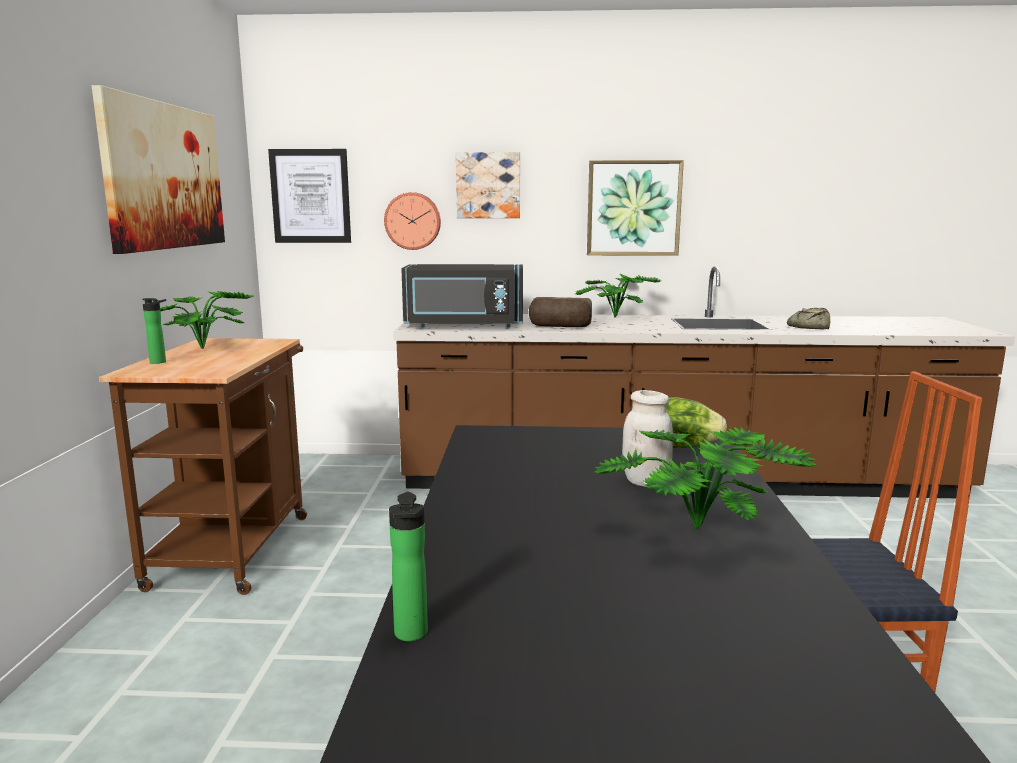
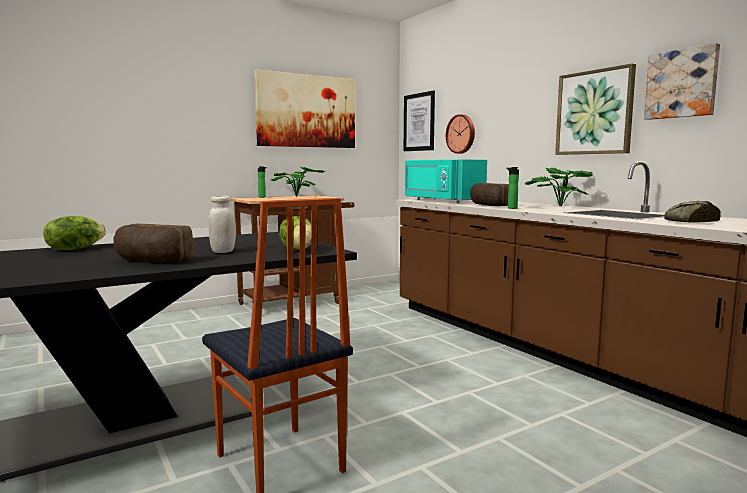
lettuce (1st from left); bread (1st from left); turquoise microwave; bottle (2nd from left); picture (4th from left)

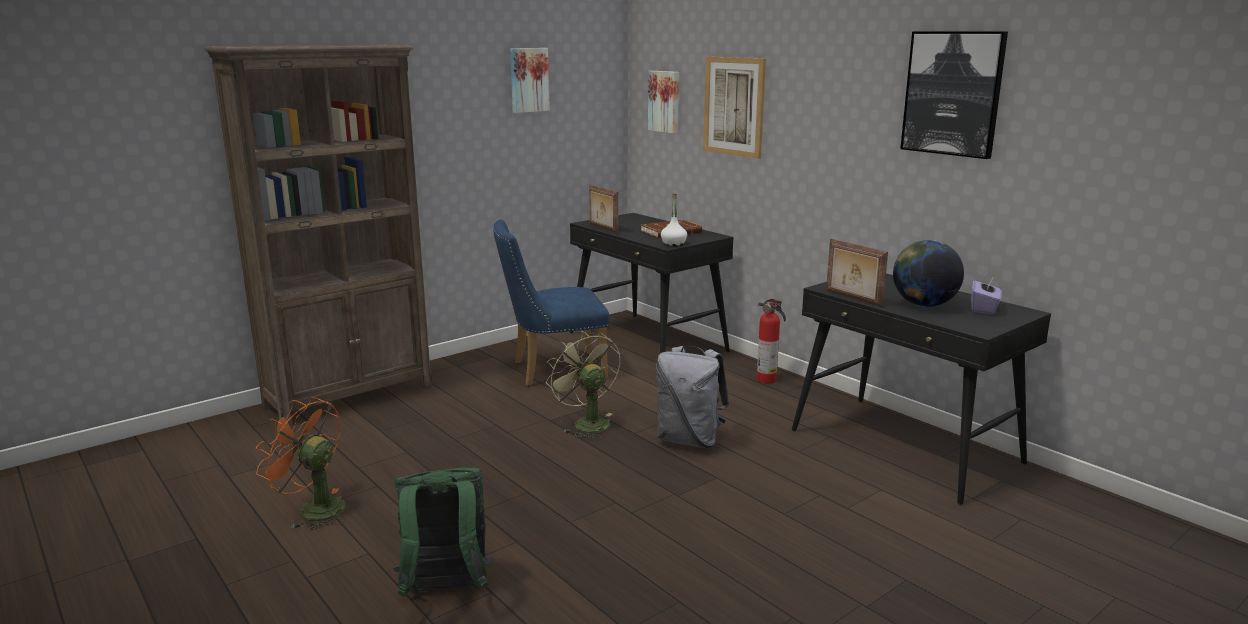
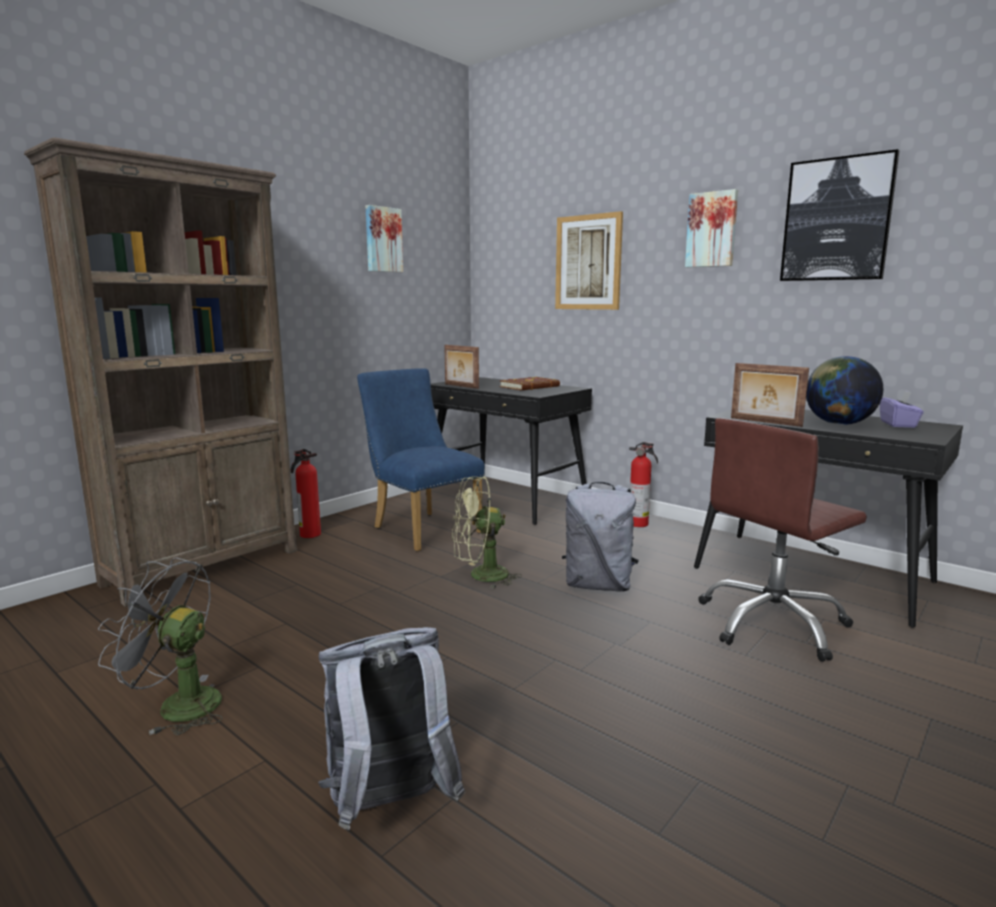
grey fan; fire extinguisher (1st from left); grey backpack (1st from left); blue chair; green fan; picture (3rd from left); brown office chair; white bottle

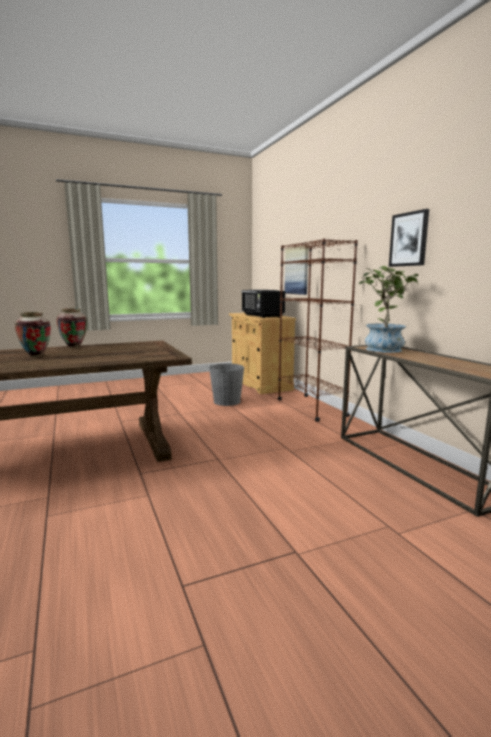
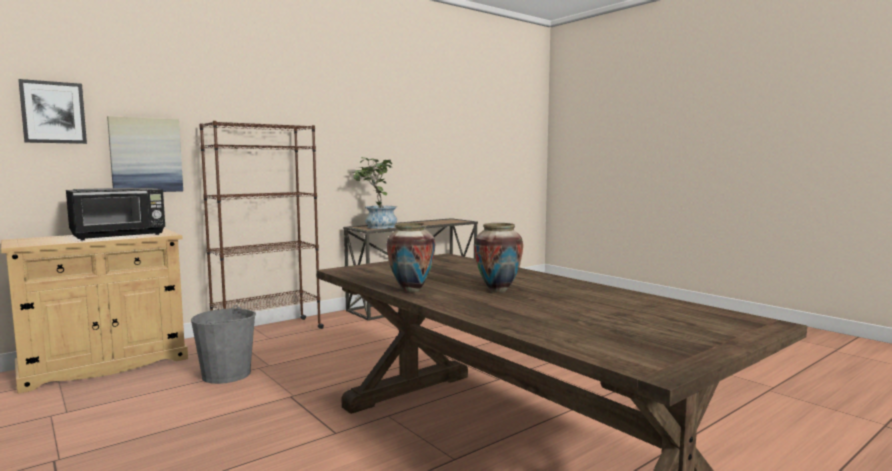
picture (1st from left)

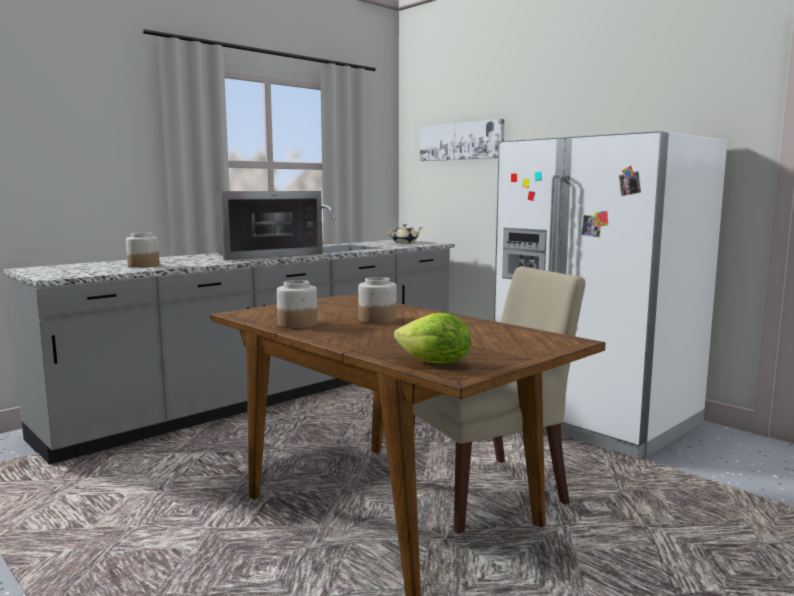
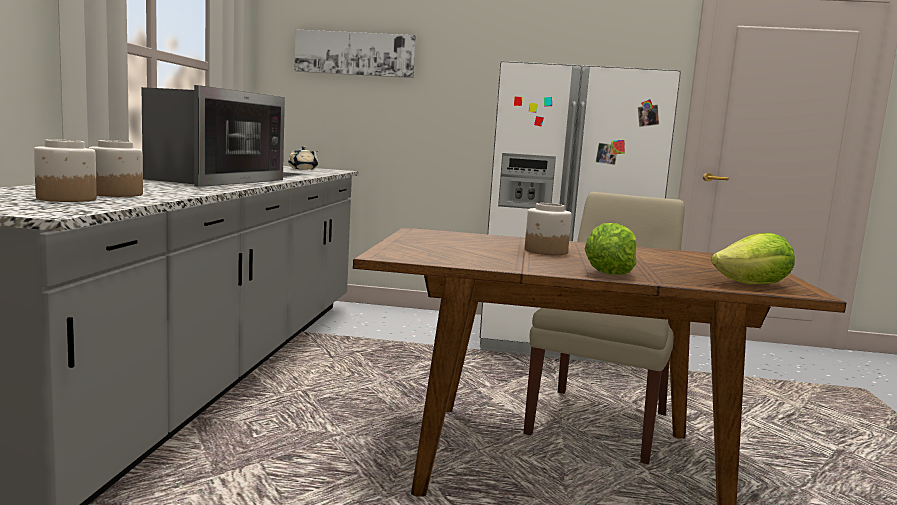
jar (1st from left); lettuce (1st from left)

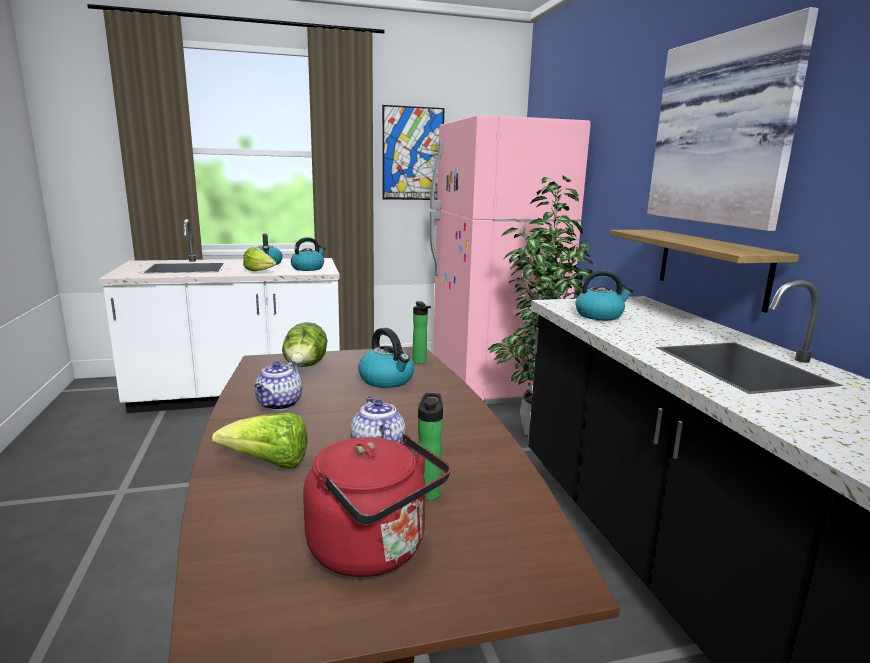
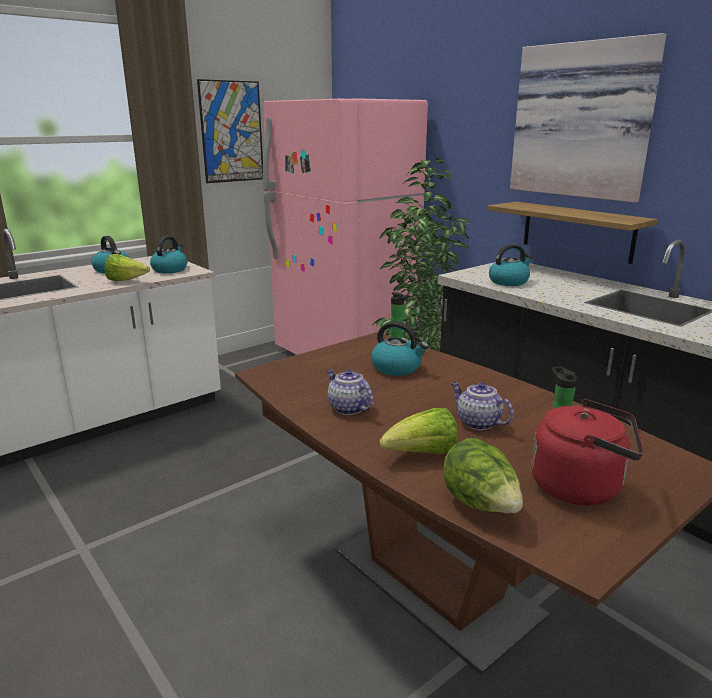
teapot (1st from left); lettuce (3rd from left)

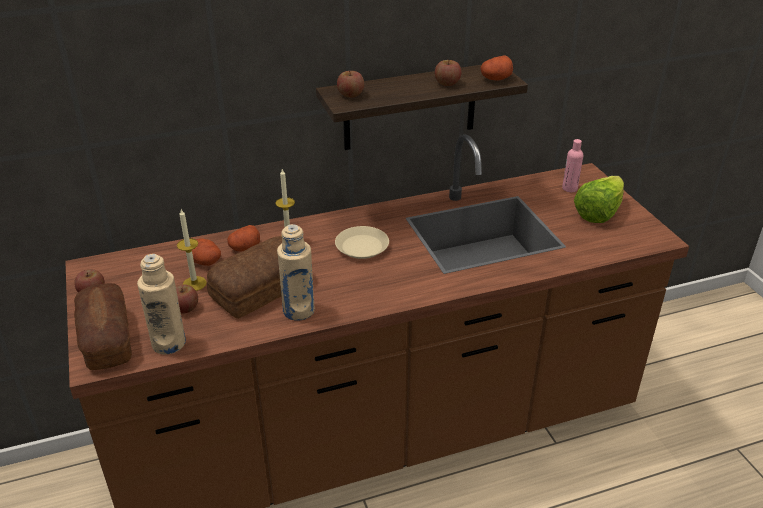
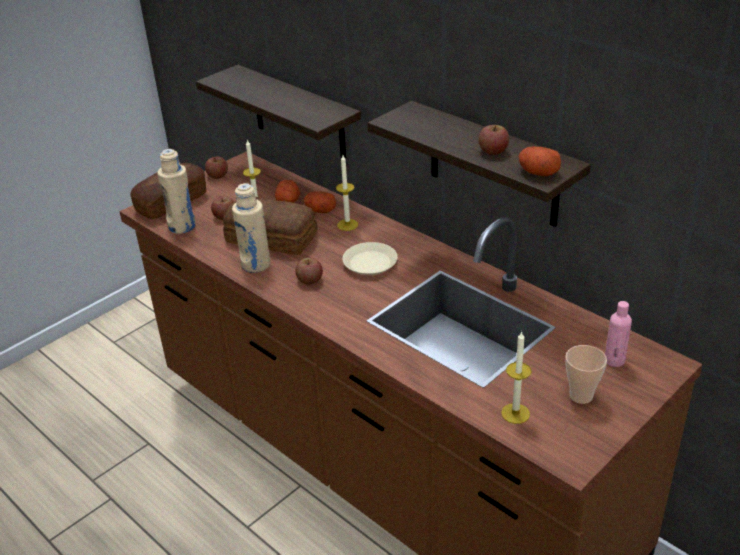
shelf (1st from left); apple (3rd from left); candle (3rd from left); cup

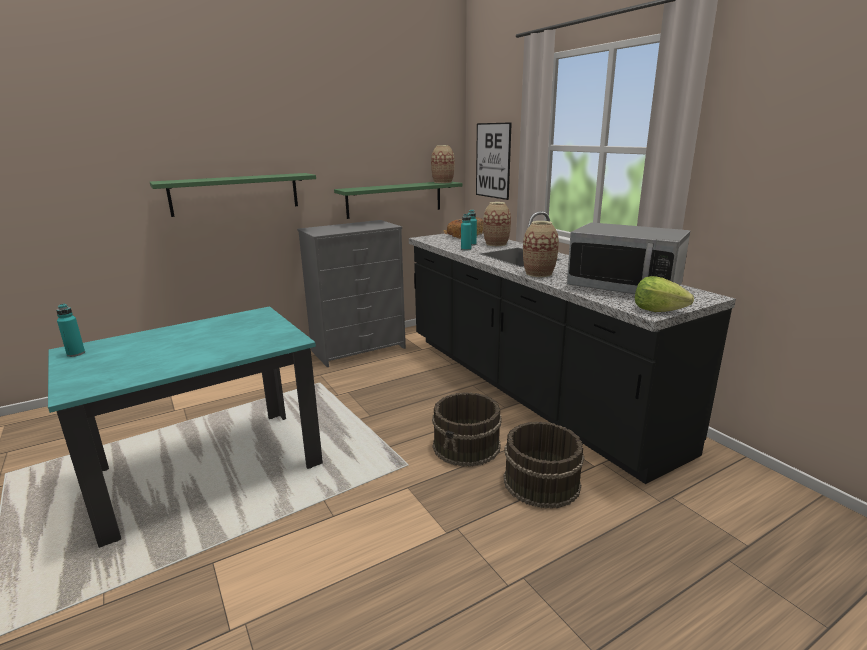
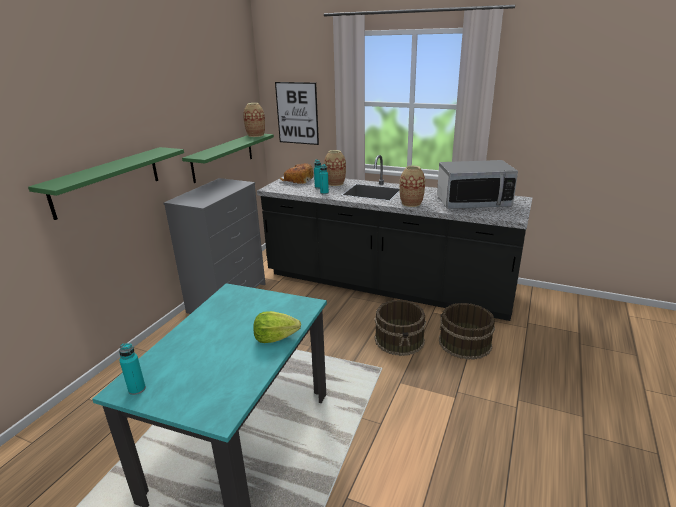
lettuce

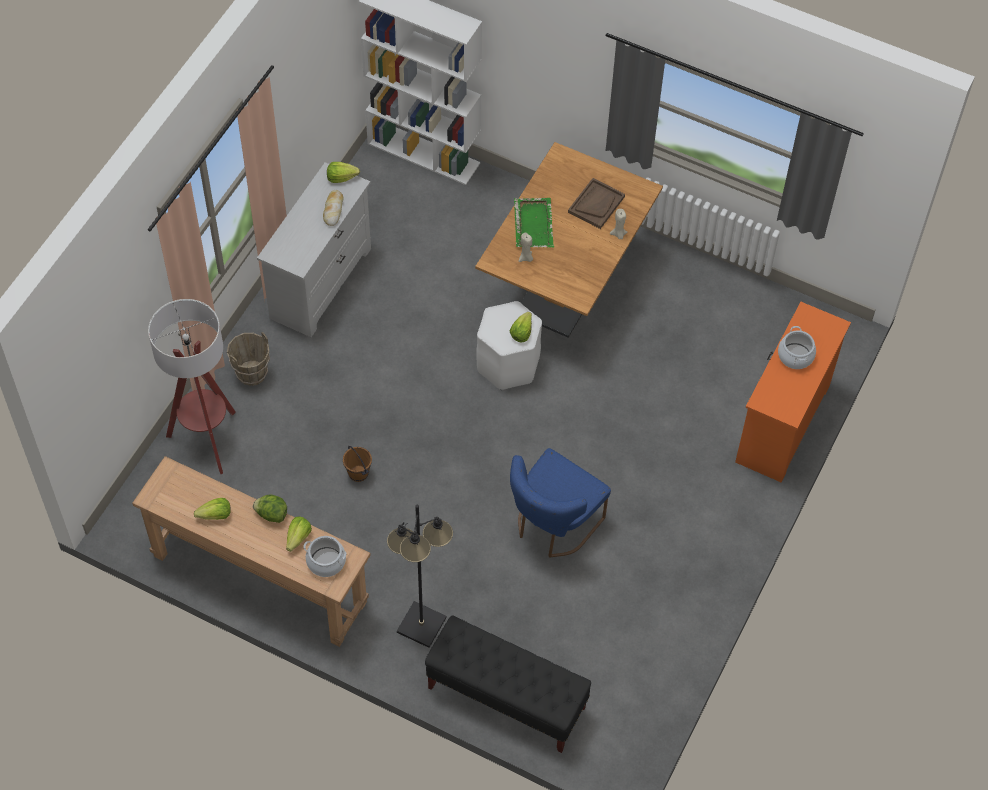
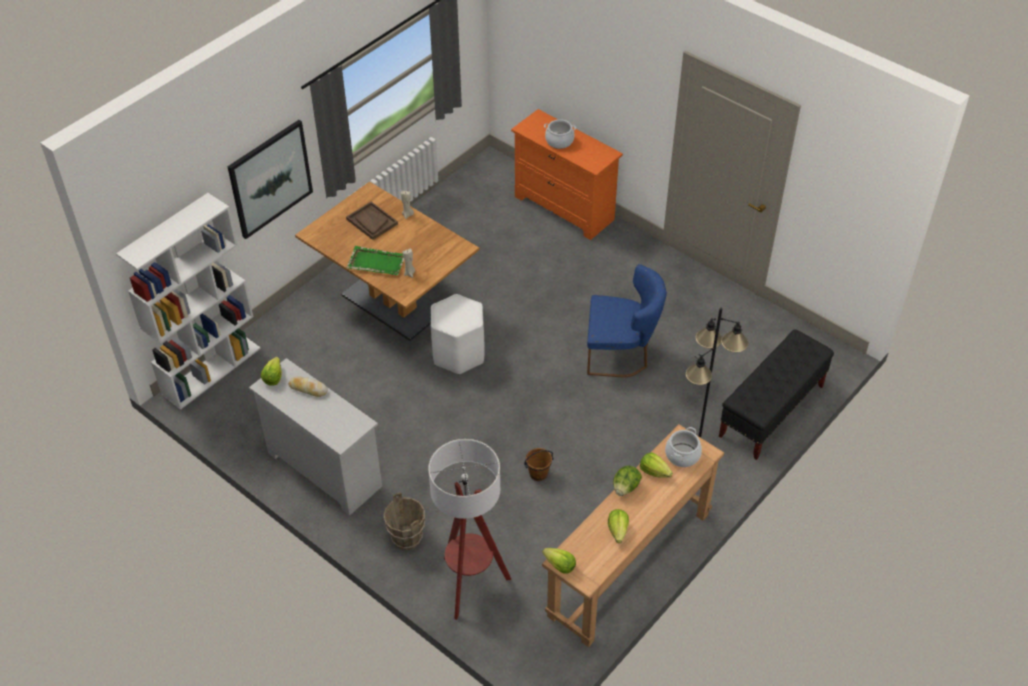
picture; lettuce (2nd from left); blue chair

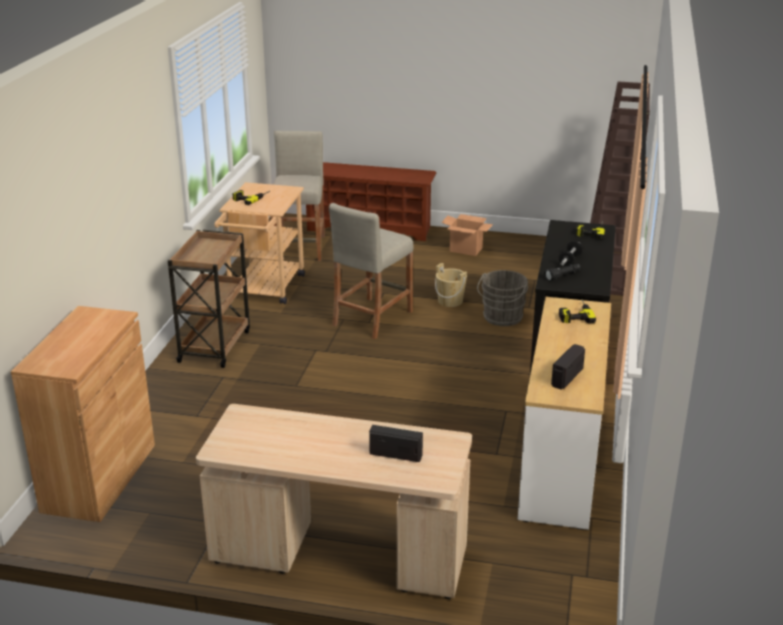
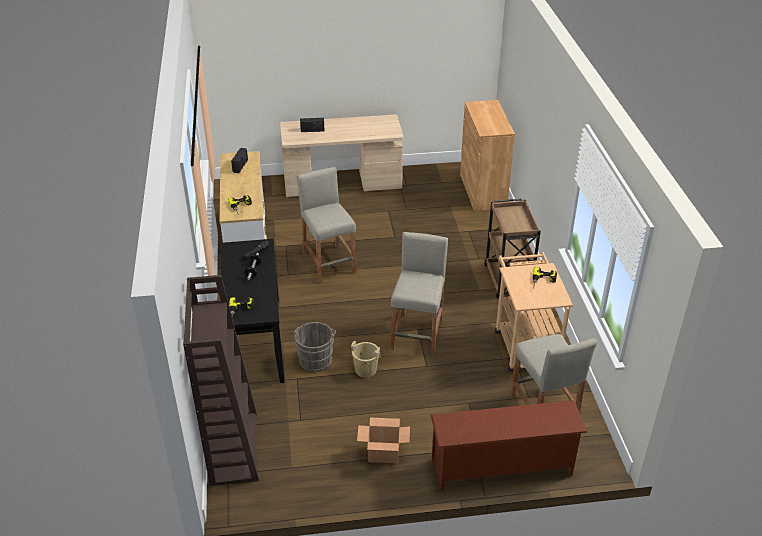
beige stool (1st from left)

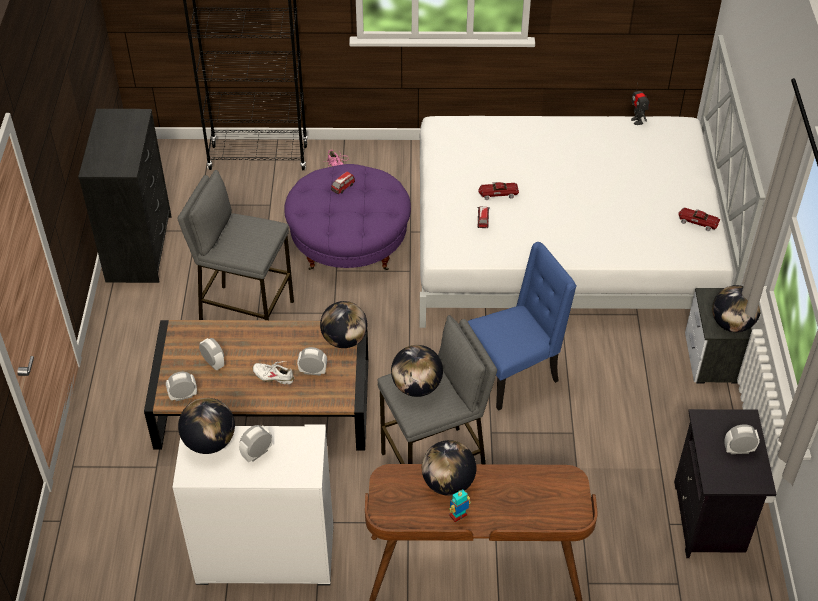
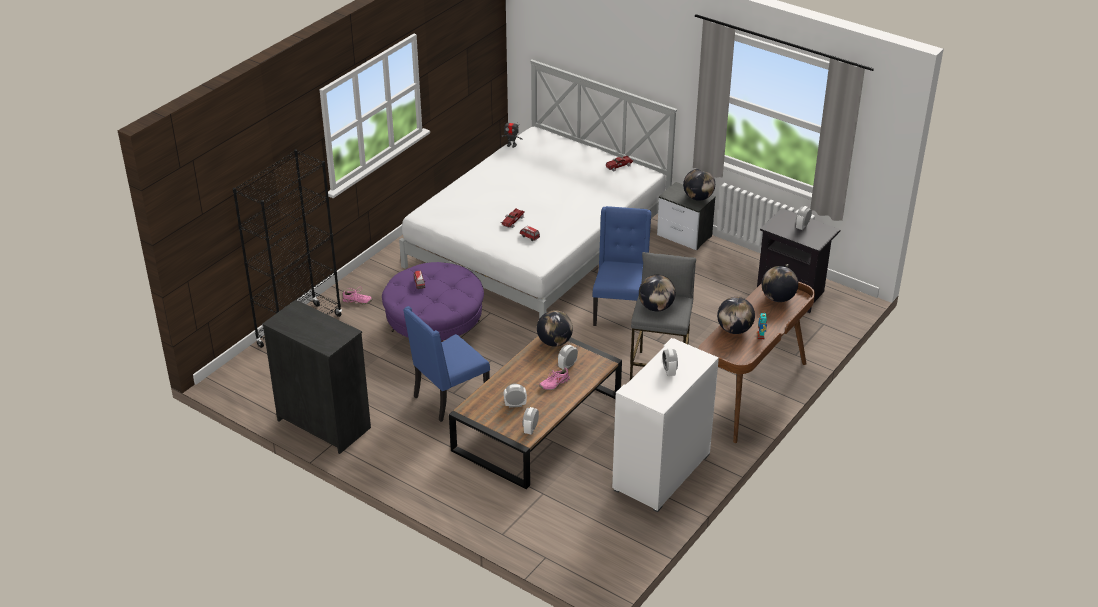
blue chair (1st from left); pink shoe (2nd from left); globe (5th from left)

